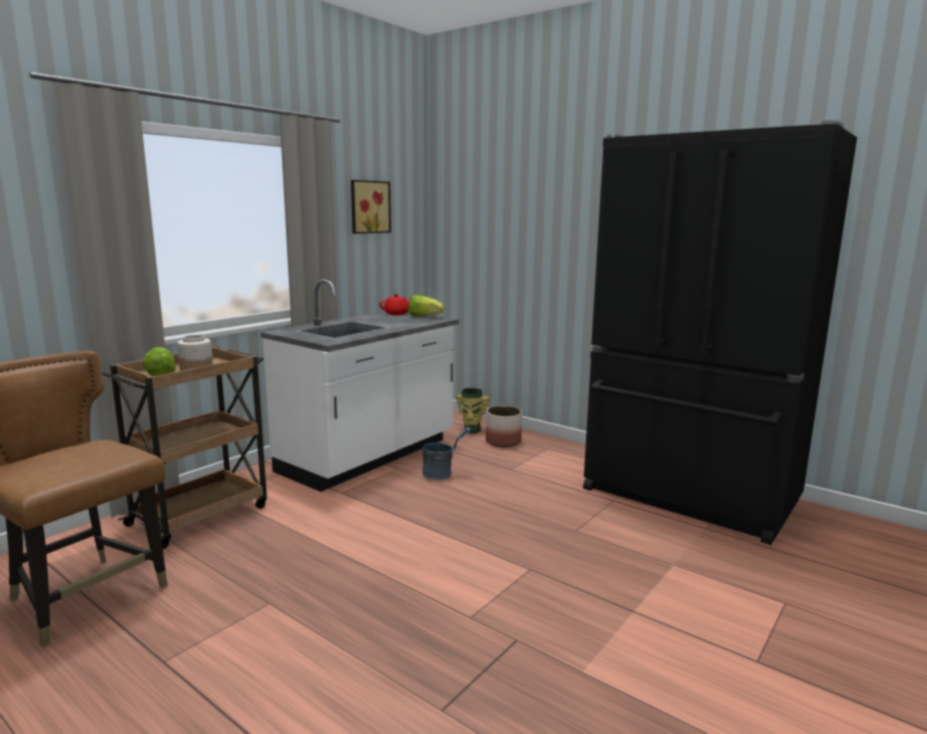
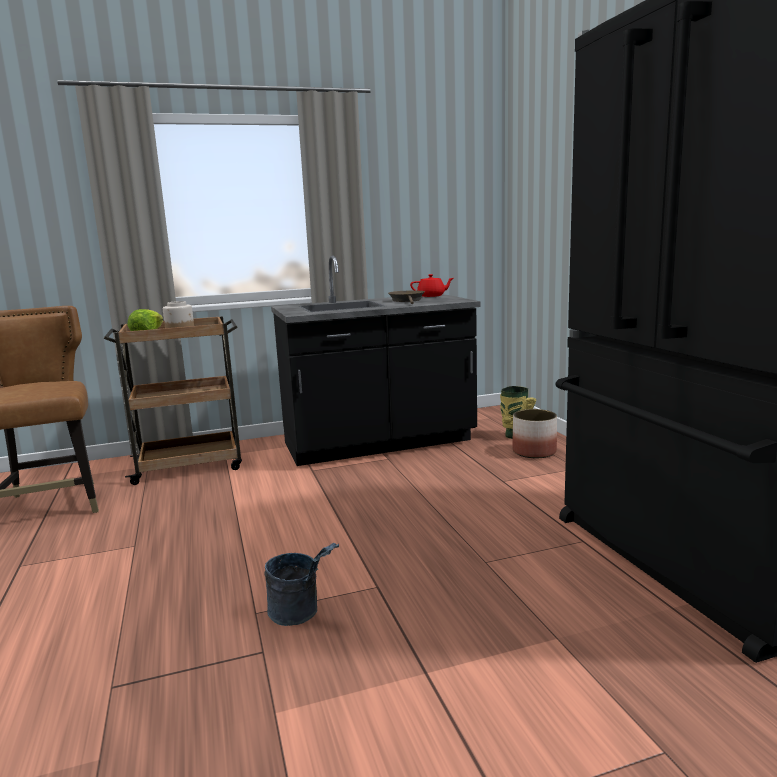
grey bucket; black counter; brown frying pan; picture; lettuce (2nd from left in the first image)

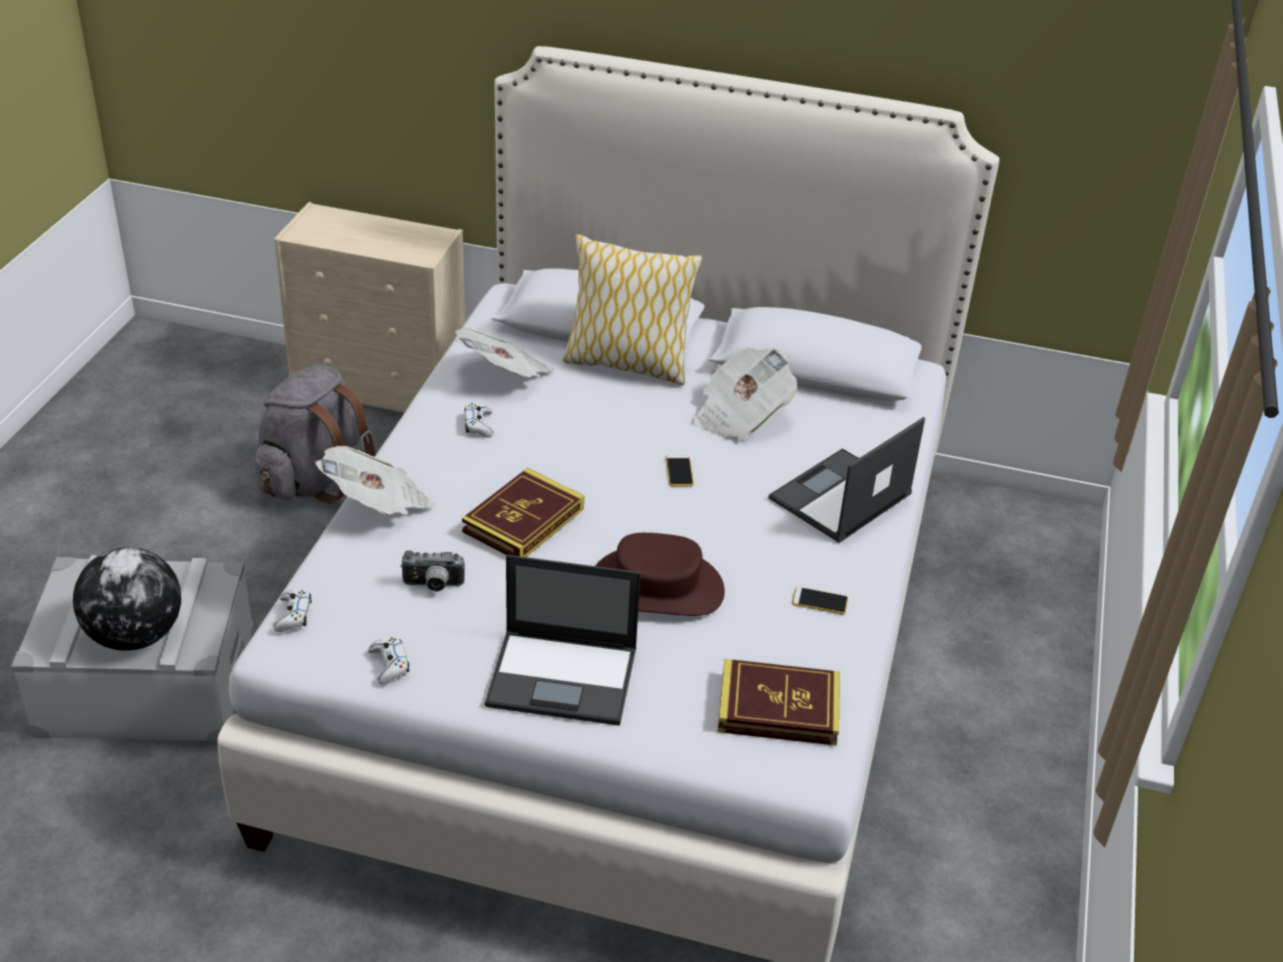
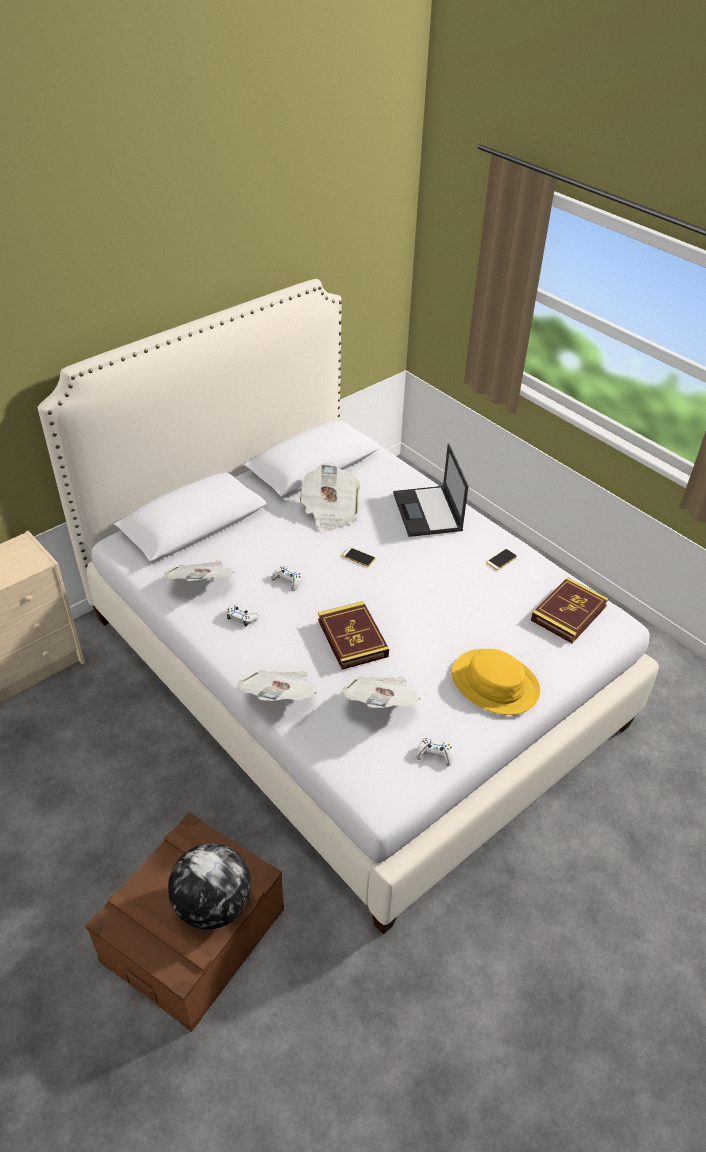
brown storage box; white game controller (2nd from left); newspaper (4th from left); yellow hat; grey backpack; pillow; brown hat

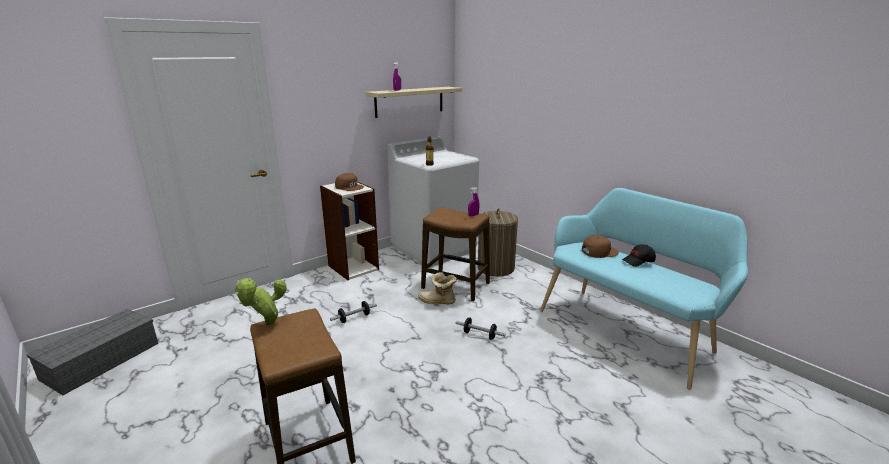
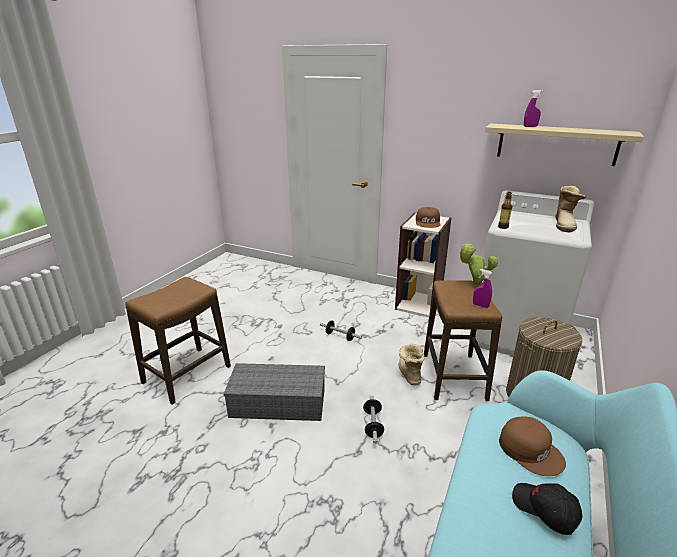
grey storage box; potted plant; boot (2nd from left)

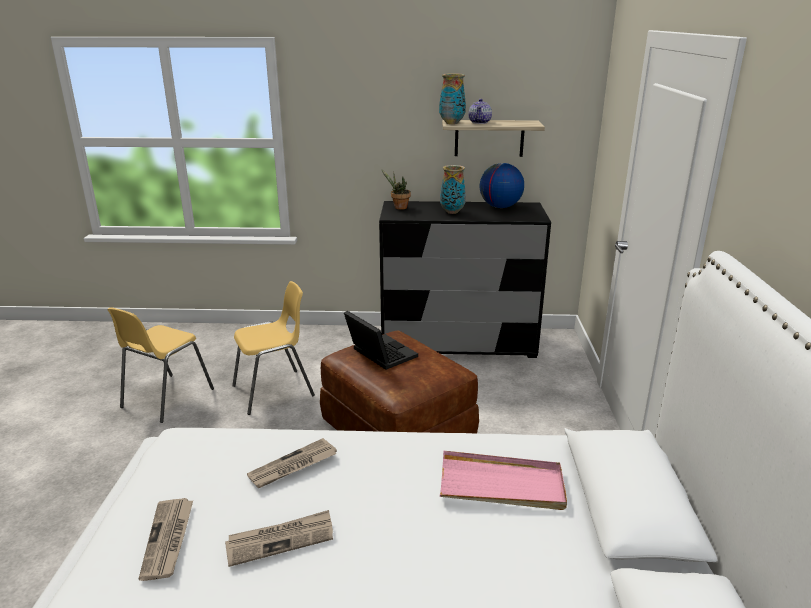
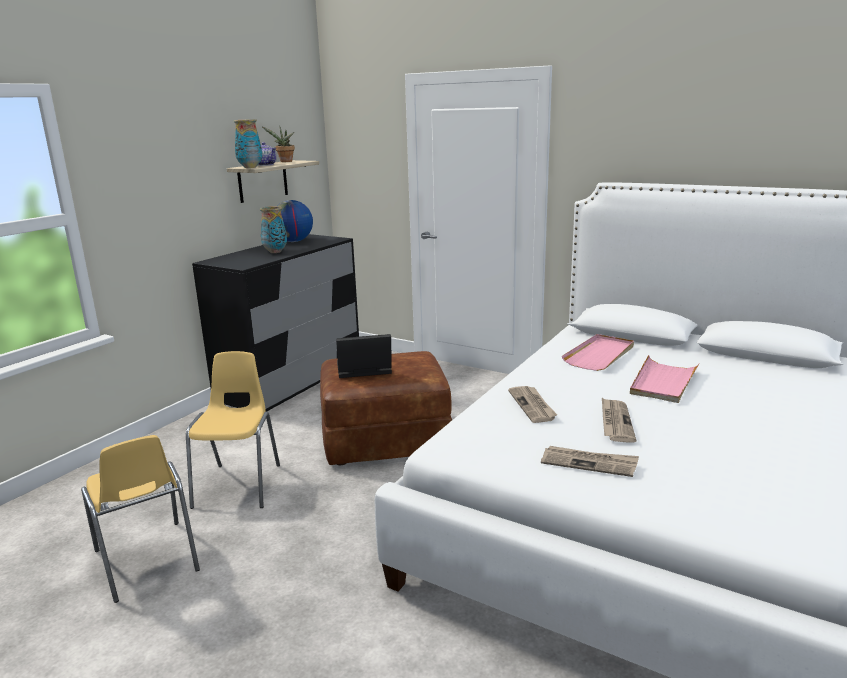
potted plant; pink tray (2nd from left)

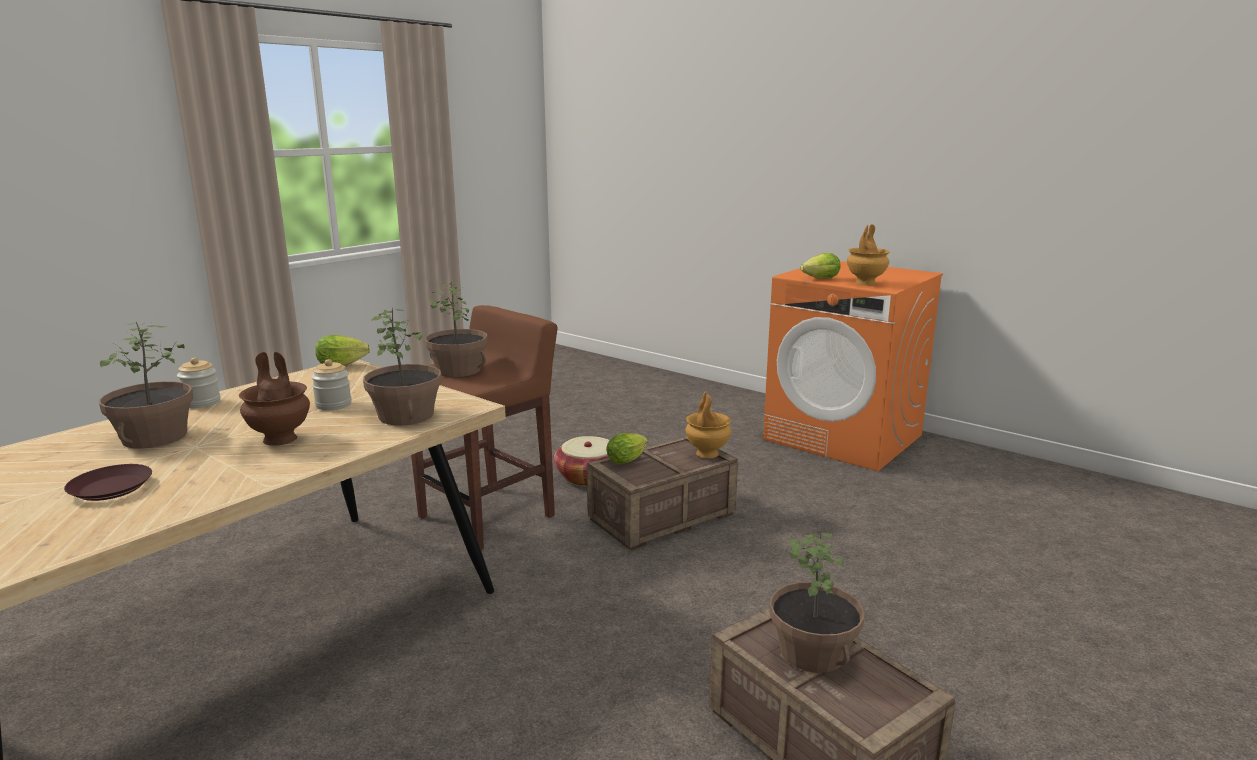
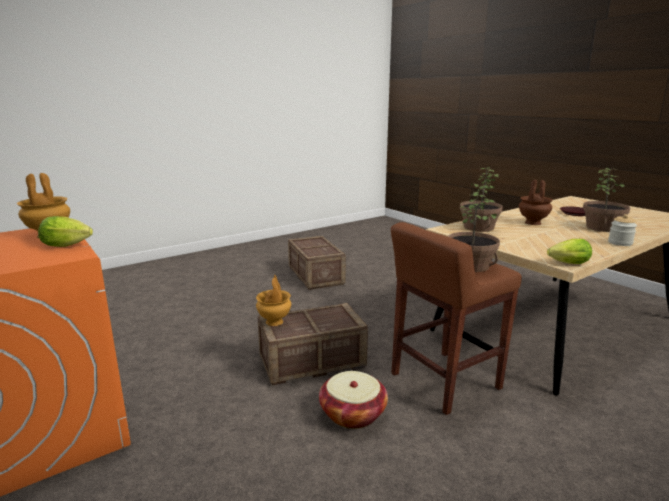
jar (2nd from left in the first image); lettuce (2nd from left in the first image); potted plant (4th from left in the first image)

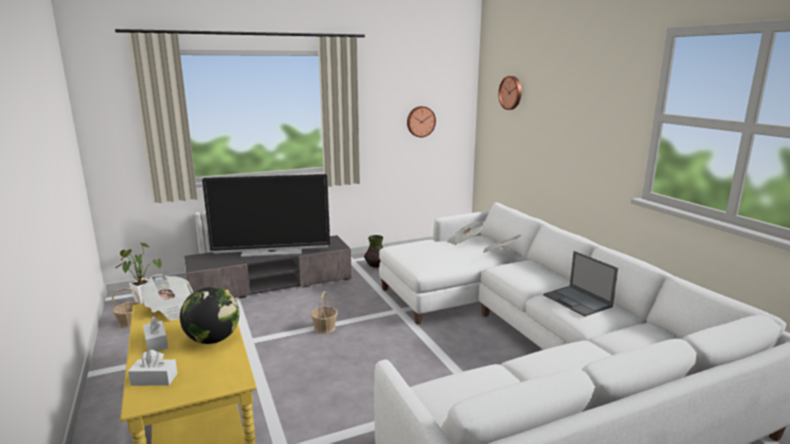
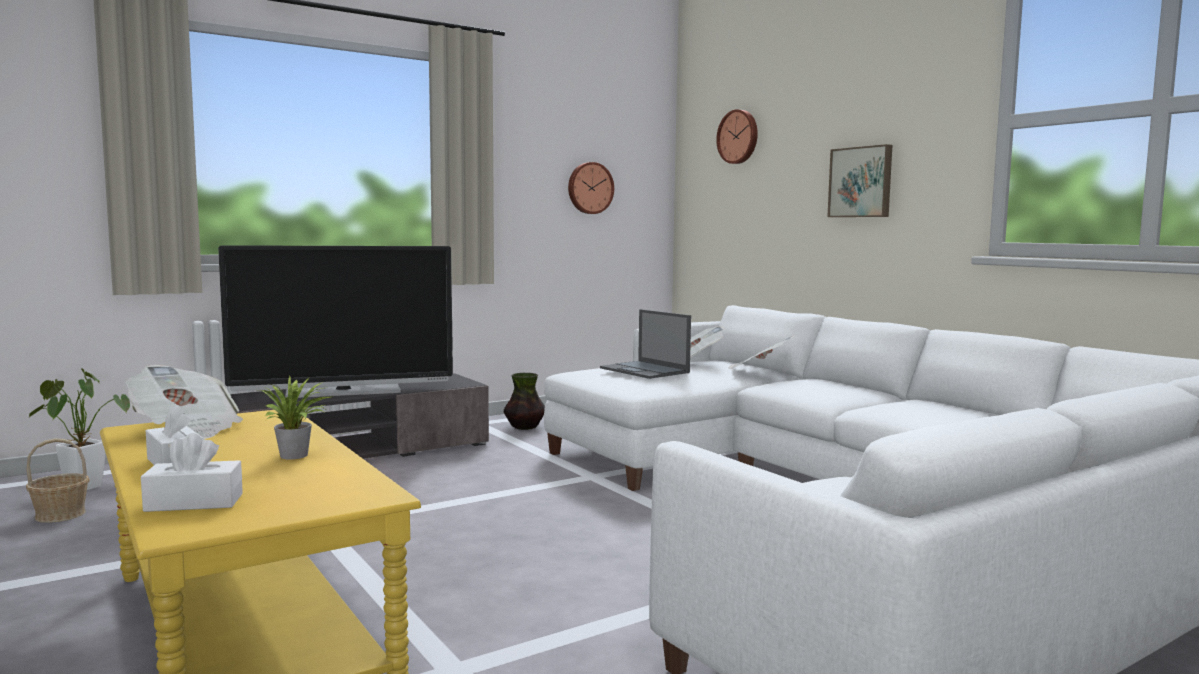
potted plant (2nd from left); laptop; picture; basket (2nd from left in the first image)

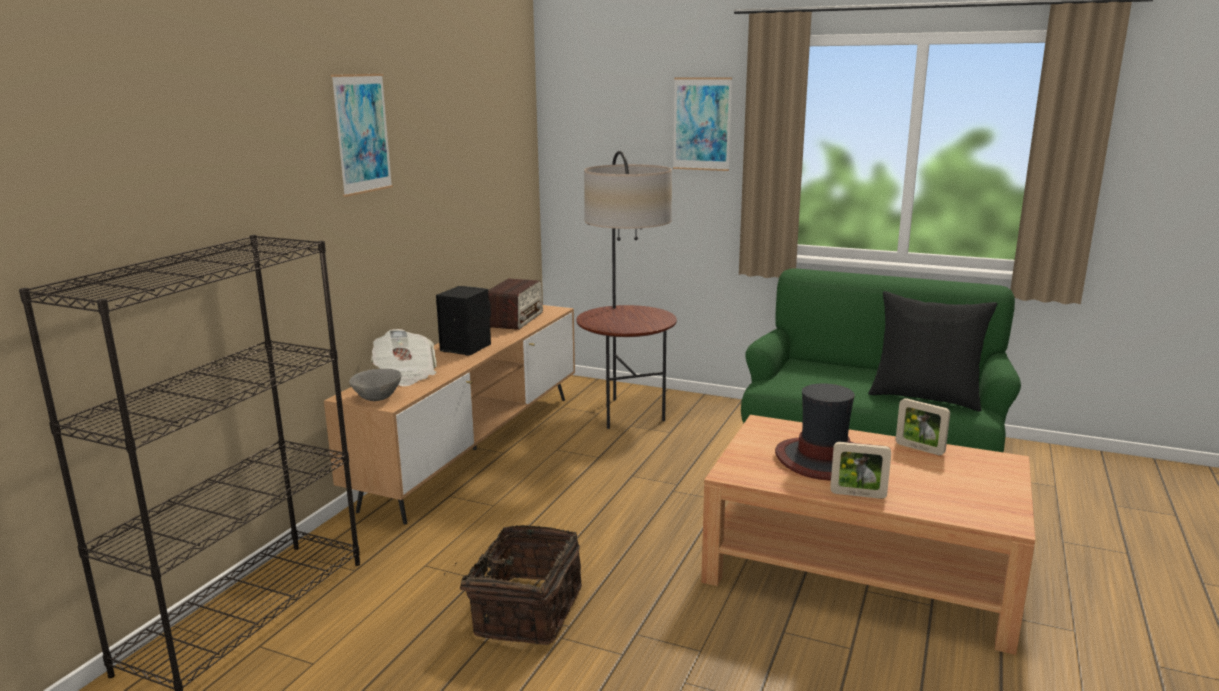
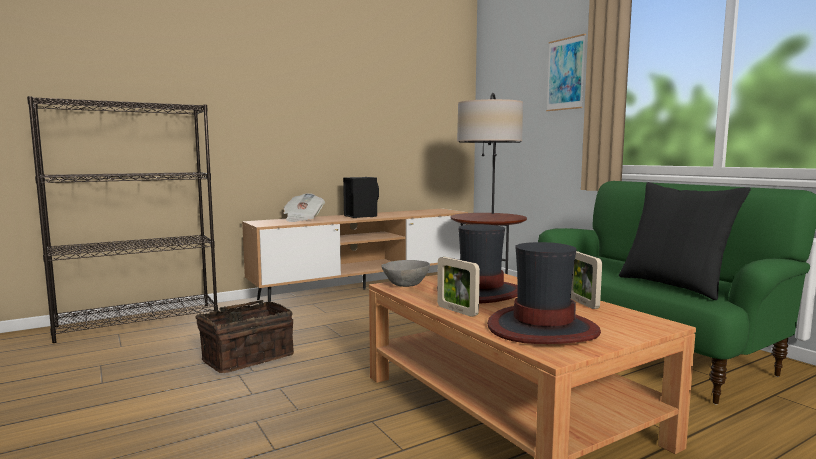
grey bowl; hat (2nd from left); picture (1st from left in the first image); radio

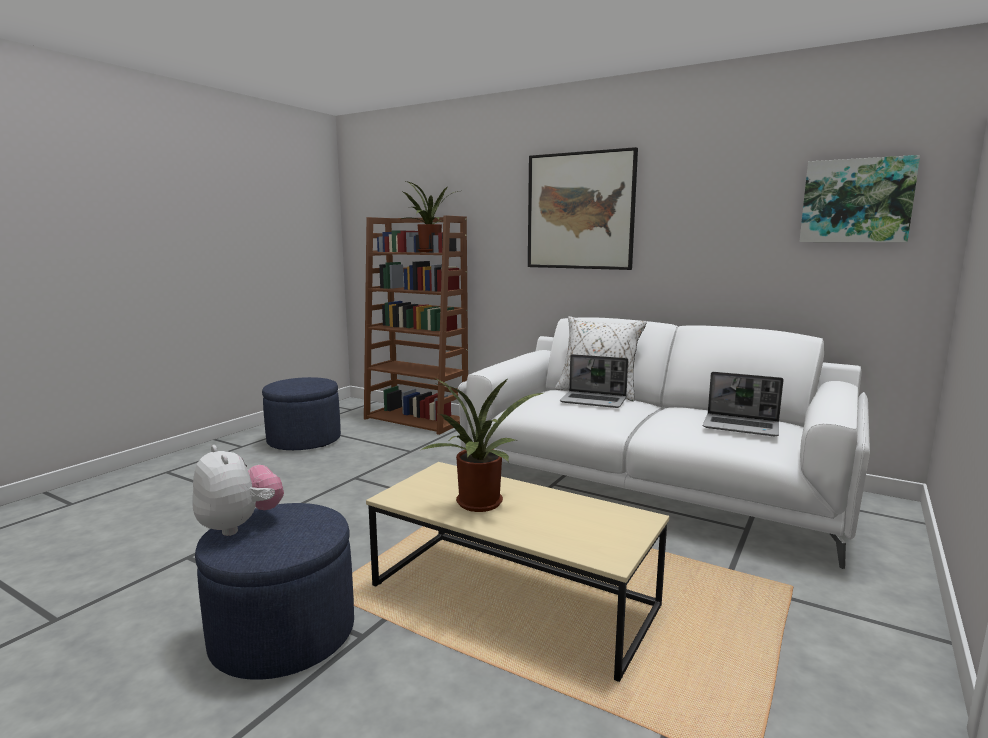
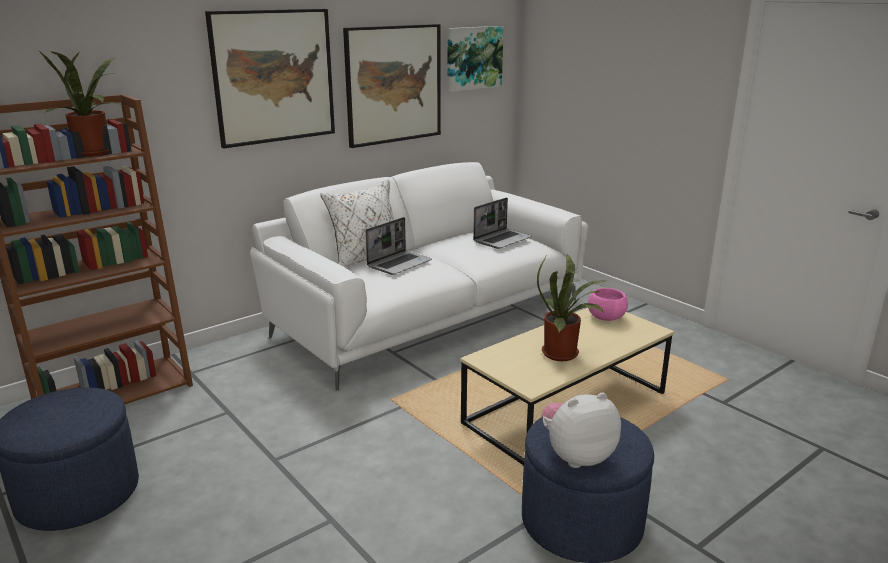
picture (2nd from left); pink bowl

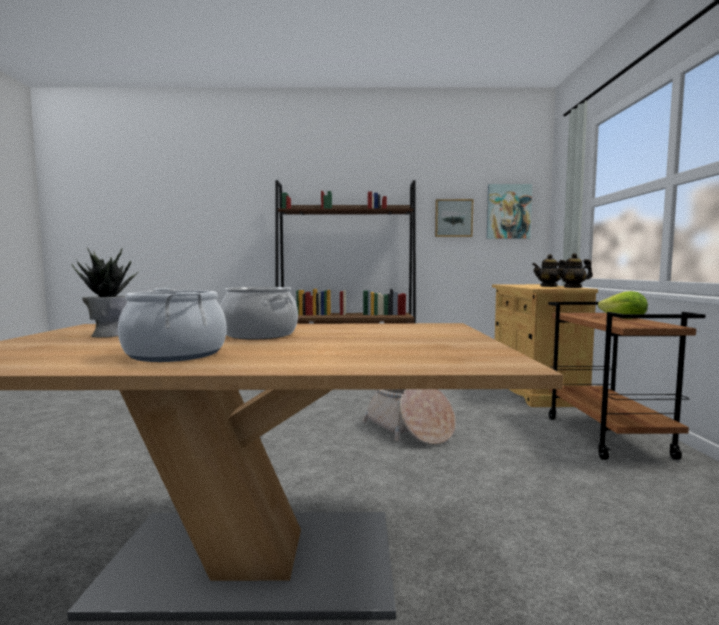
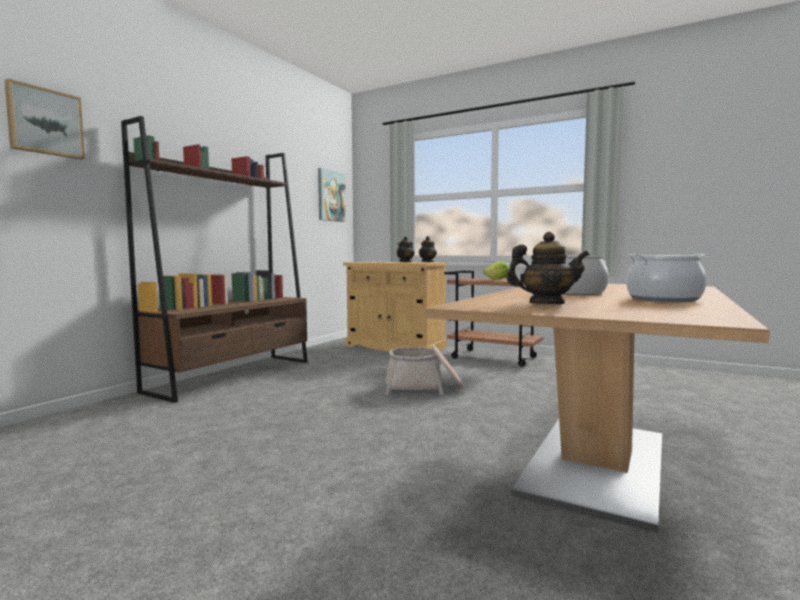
picture (1st from left); teapot (3rd from left)

